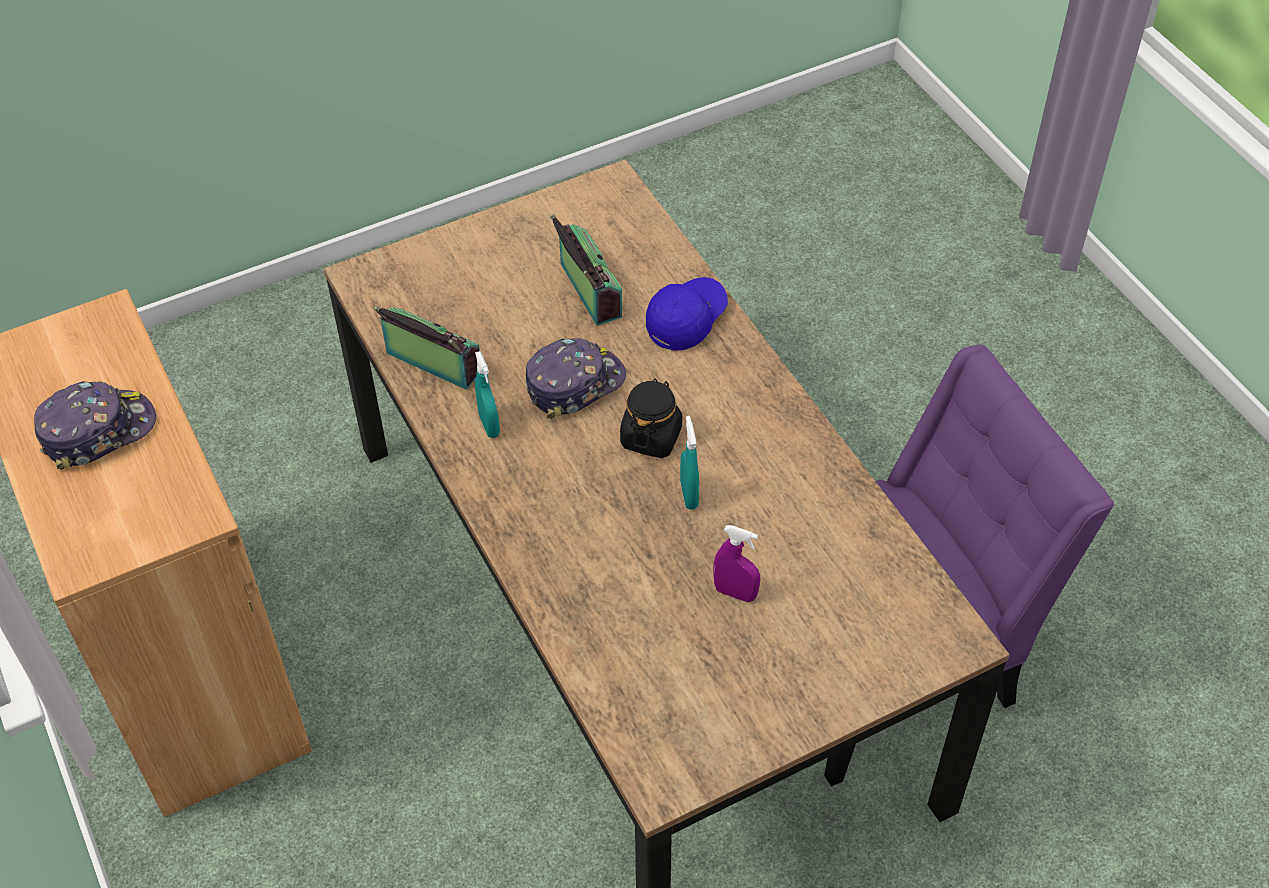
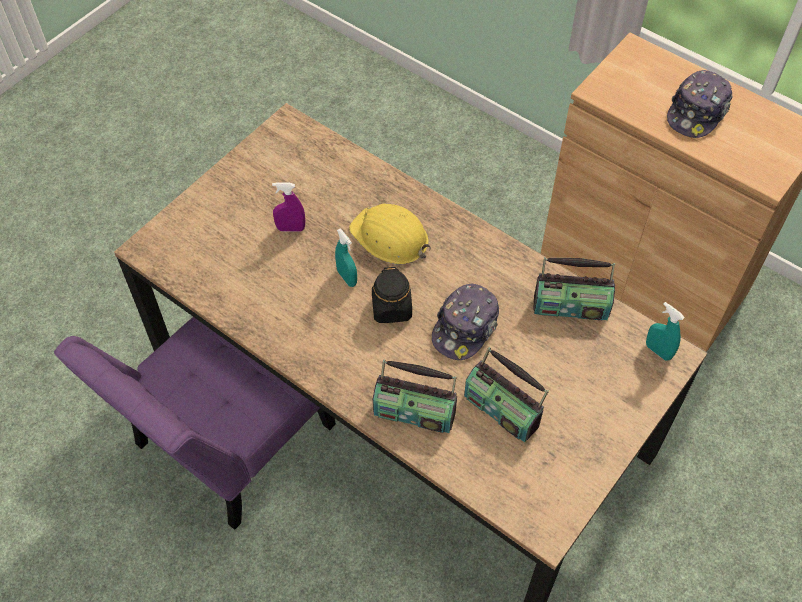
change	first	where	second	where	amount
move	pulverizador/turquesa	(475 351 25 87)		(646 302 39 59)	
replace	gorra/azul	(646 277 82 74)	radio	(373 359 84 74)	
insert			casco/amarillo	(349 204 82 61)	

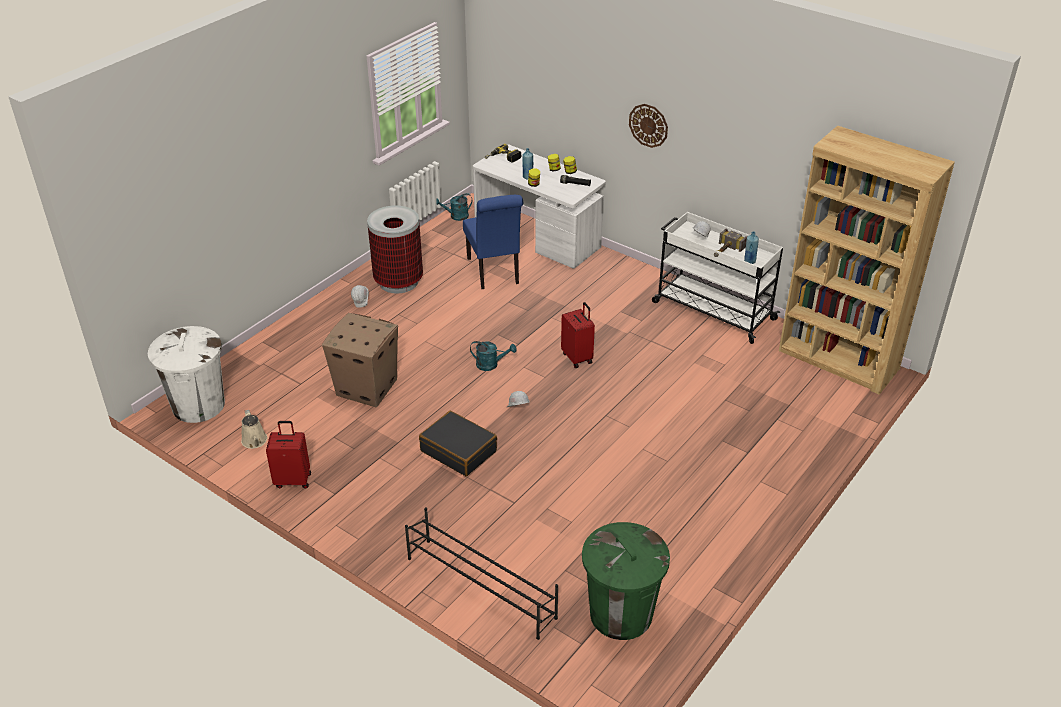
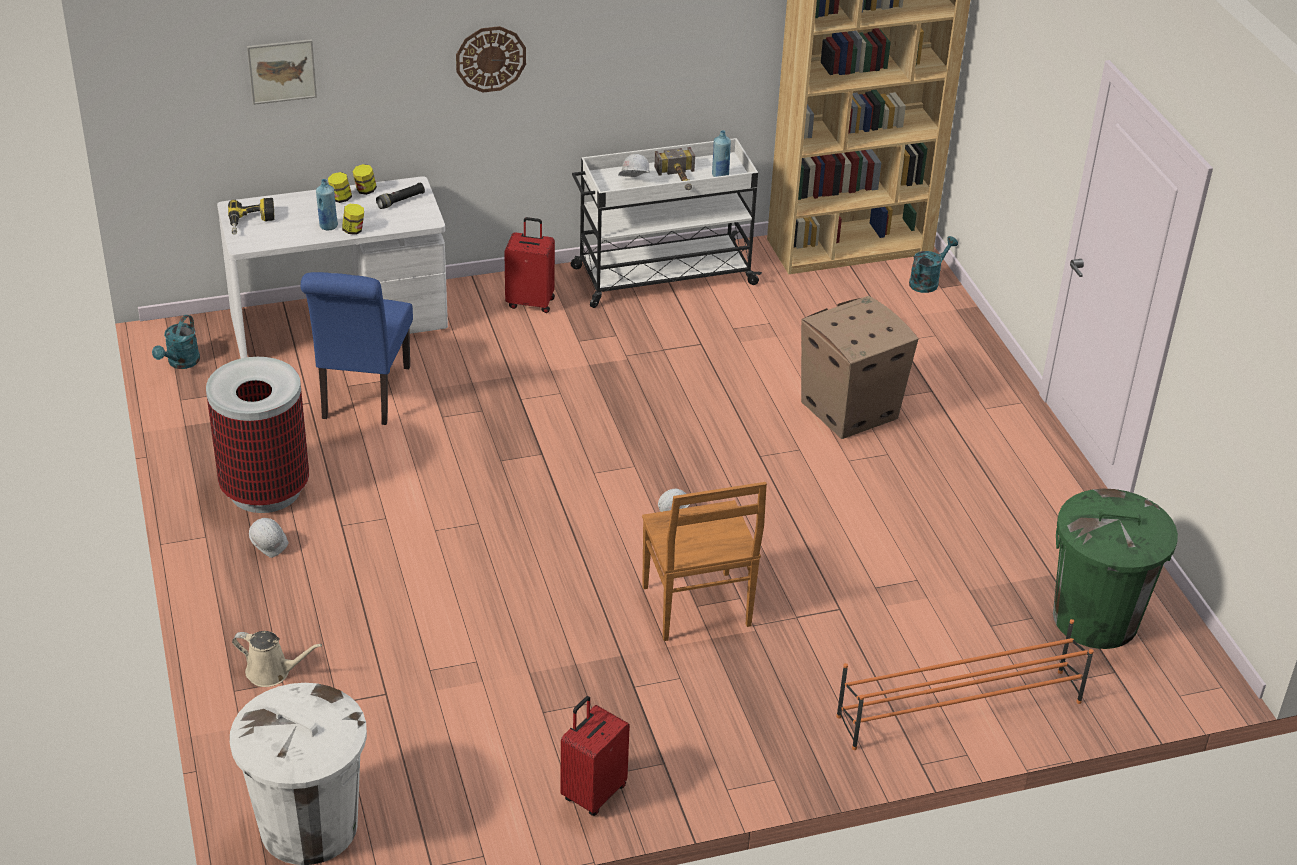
change	first	where	second	where	amount
move	regadera/beis	(241 410 26 39)		(232 631 90 56)	
move	caja de cartón	(322 313 76 94)		(801 296 118 143)	
recolor	zapatero/negro	(405 508 153 132)	zapatero/naranja	(836 619 258 131)	
replace	maleta/negro	(419 411 78 65)	silla/marrón	(642 482 125 159)	
rotate	silla/azul	(463 195 60 94)		(300 272 113 153)	75 degrees clockwise
move	regadera/turquesa	(470 341 47 30)		(909 236 49 57)	
move	maleta/rojo	(561 302 34 66)		(504 217 51 96)	
insert			cuadro	(247 39 70 66)	

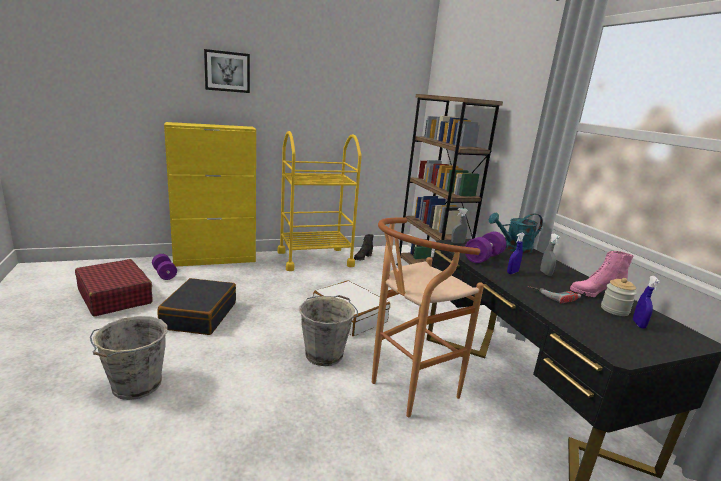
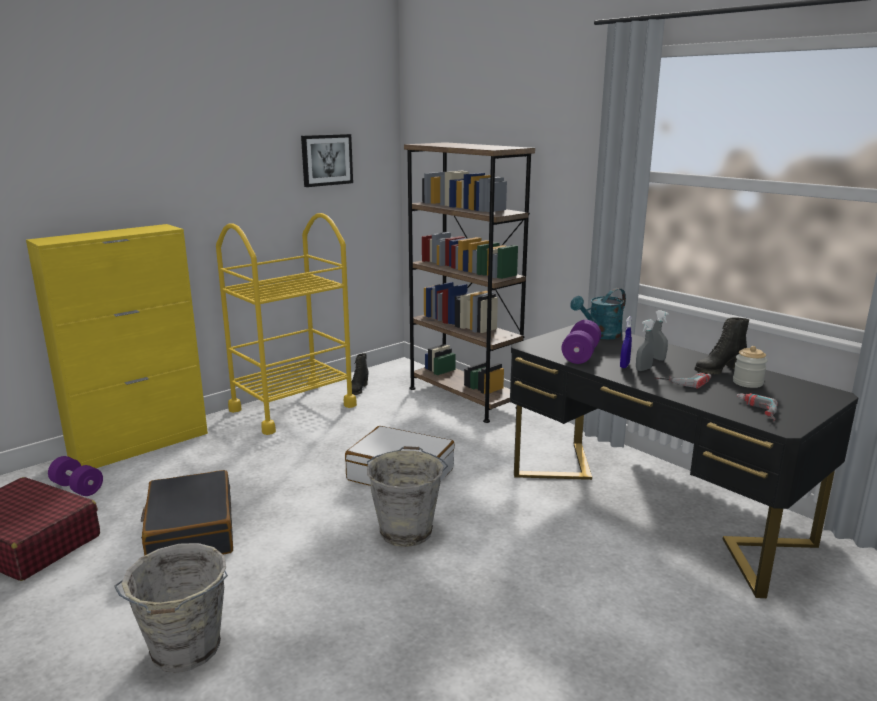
change	first	where	second	where	amount
move	cuadro	(204 49 46 44)		(301 134 52 53)	
delete	taburete/marrón	(372 217 112 200)			
move	pulverizador/gris	(451 208 17 36)		(636 319 18 52)	
recolor	bota/rosa	(570 251 63 46)	bota/negro	(694 317 55 58)	
delete	pulverizador/azul	(633 276 27 53)			
insert			taladro	(736 393 42 28)	

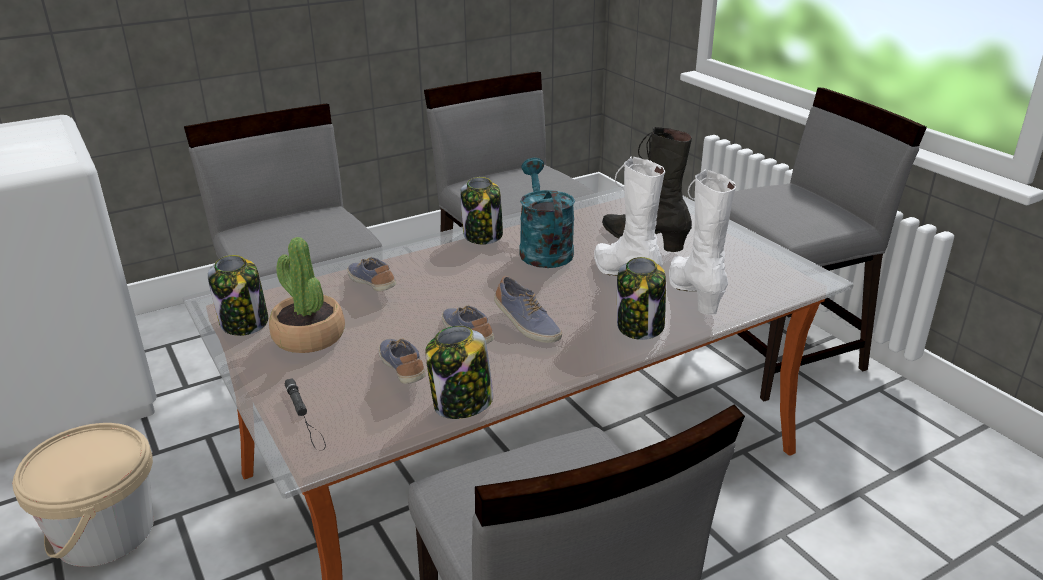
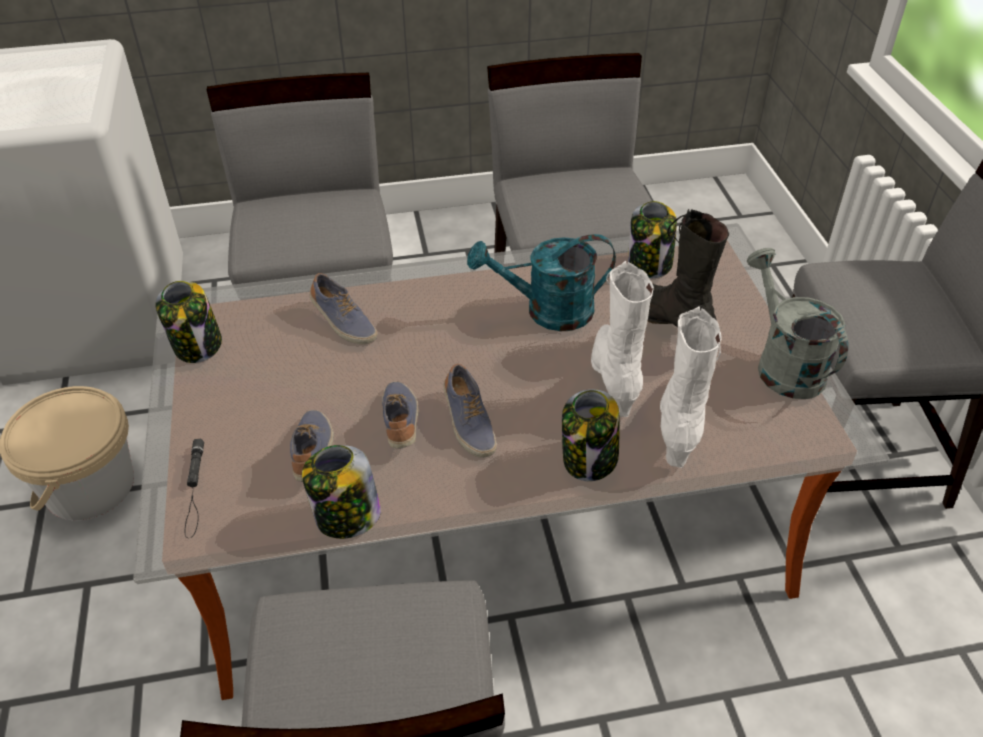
change	first	where	second	where	amount
delete	planta en maceta	(269 237 76 116)			
rotate	zapato	(347 257 49 34)		(310 273 67 71)	150 degrees clockwise
move	tarro	(460 177 43 68)		(628 201 49 77)	
rotate	regadera/turquesa	(519 158 56 110)		(467 234 149 97)	105 degrees counterclockwise
insert			regadera/gris	(747 248 101 151)	

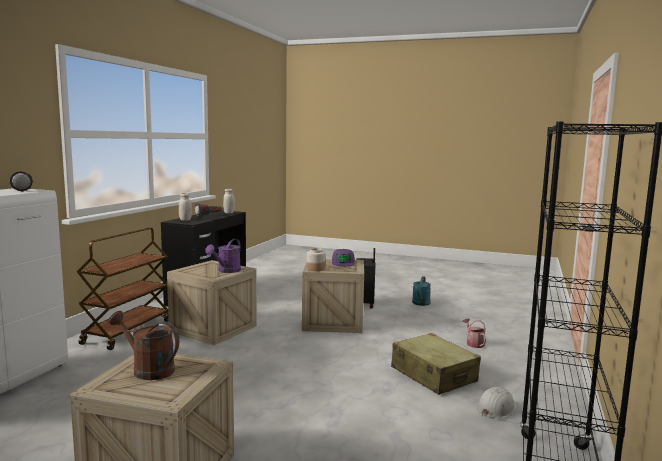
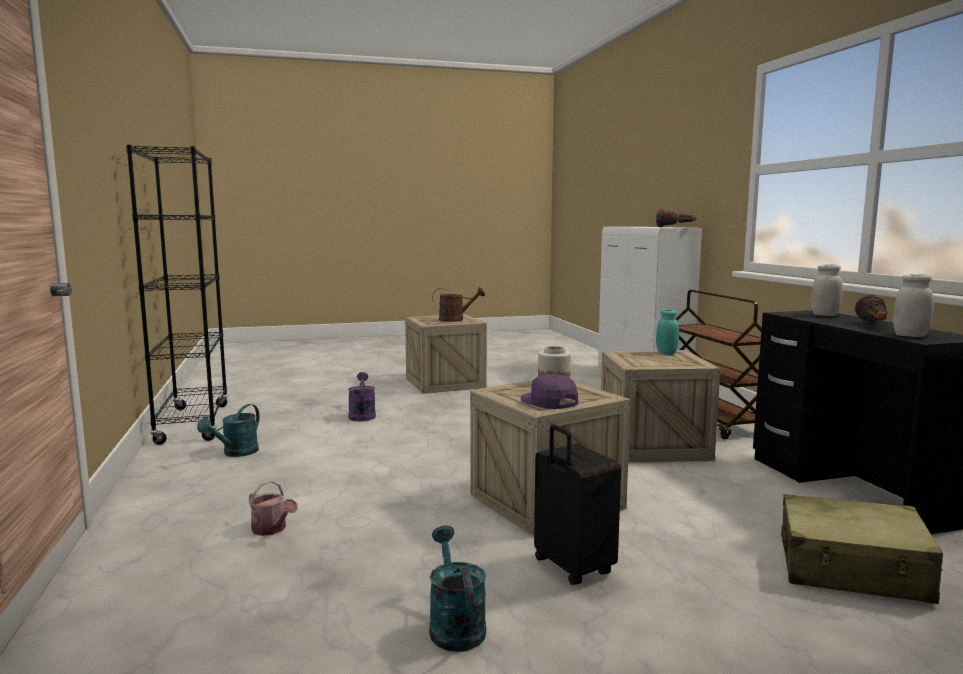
change	first	where	second	where	amount
move	regadera/morado	(205 239 36 34)		(348 372 28 49)	
move	maleta/beis	(391 333 90 62)		(781 494 162 110)	
replace	casco/blanco	(477 387 42 31)	regadera/turquesa	(197 404 63 53)	
insert			tarro/turquesa	(656 310 23 45)	

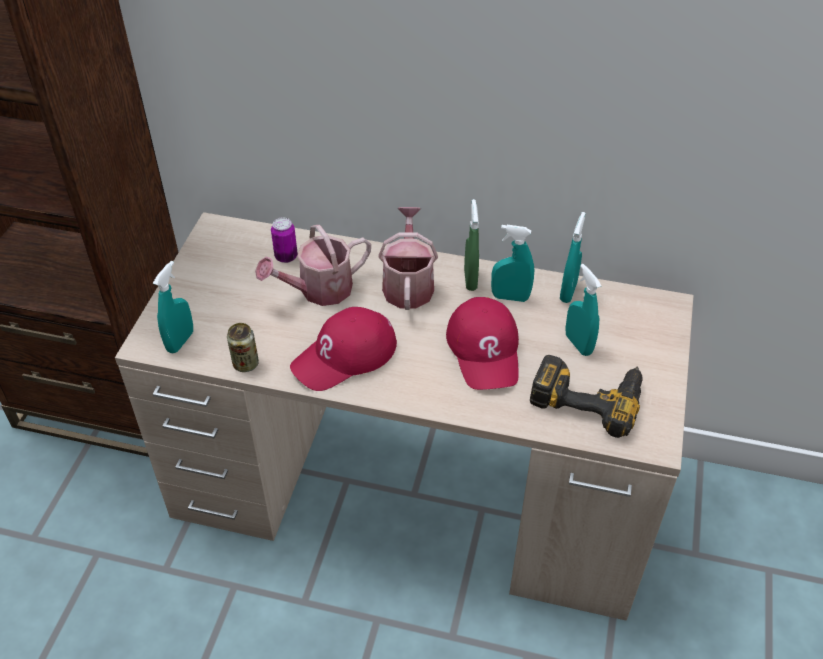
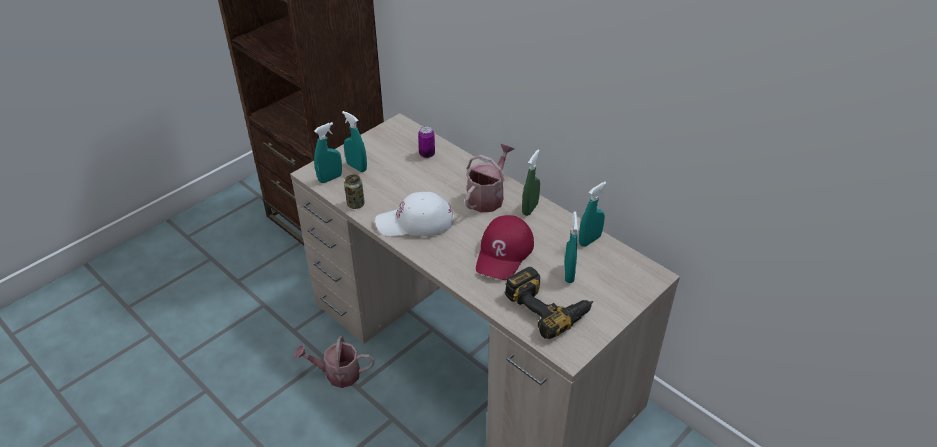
change	first	where	second	where	amount
move	regadera	(255 225 116 81)		(294 336 80 52)	
recolor	gorra/rojo	(290 307 107 84)	gorra/blanco	(375 192 79 45)	
move	pulverizador/turquesa	(491 225 43 77)		(342 111 25 61)	

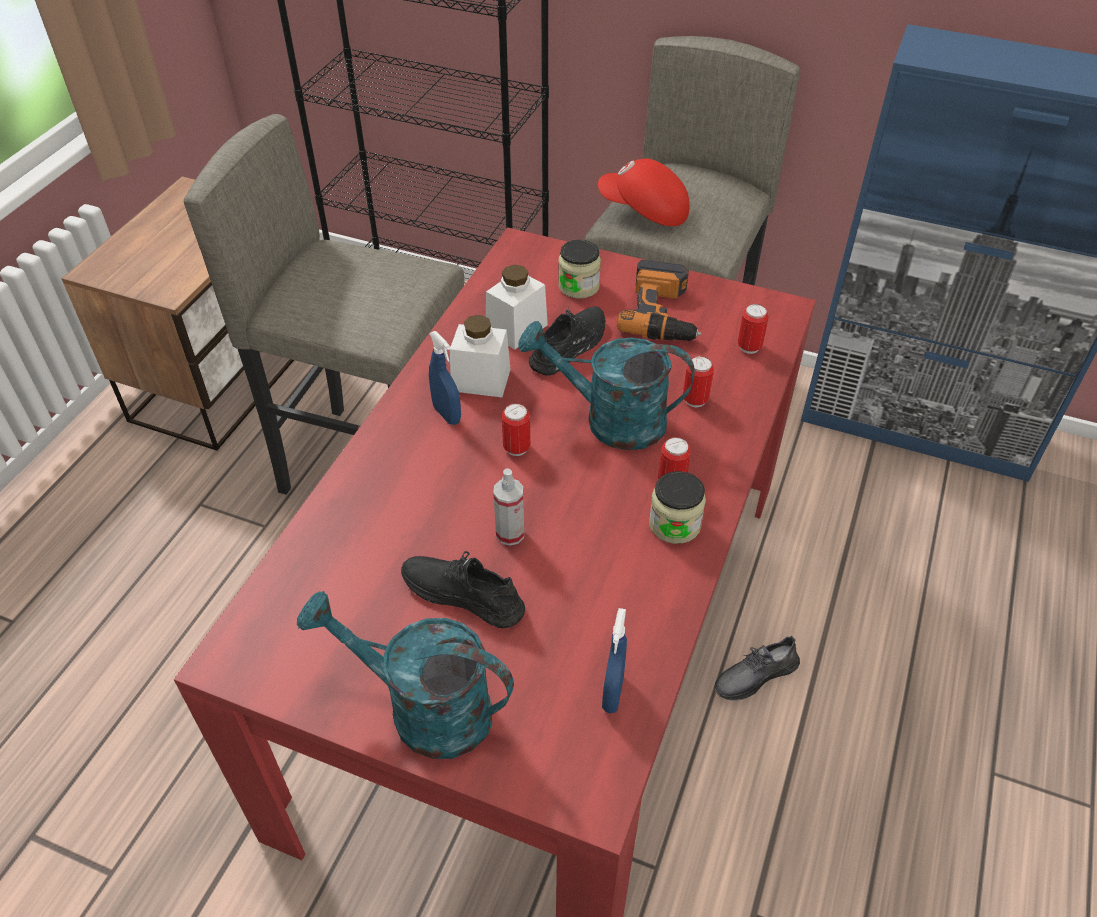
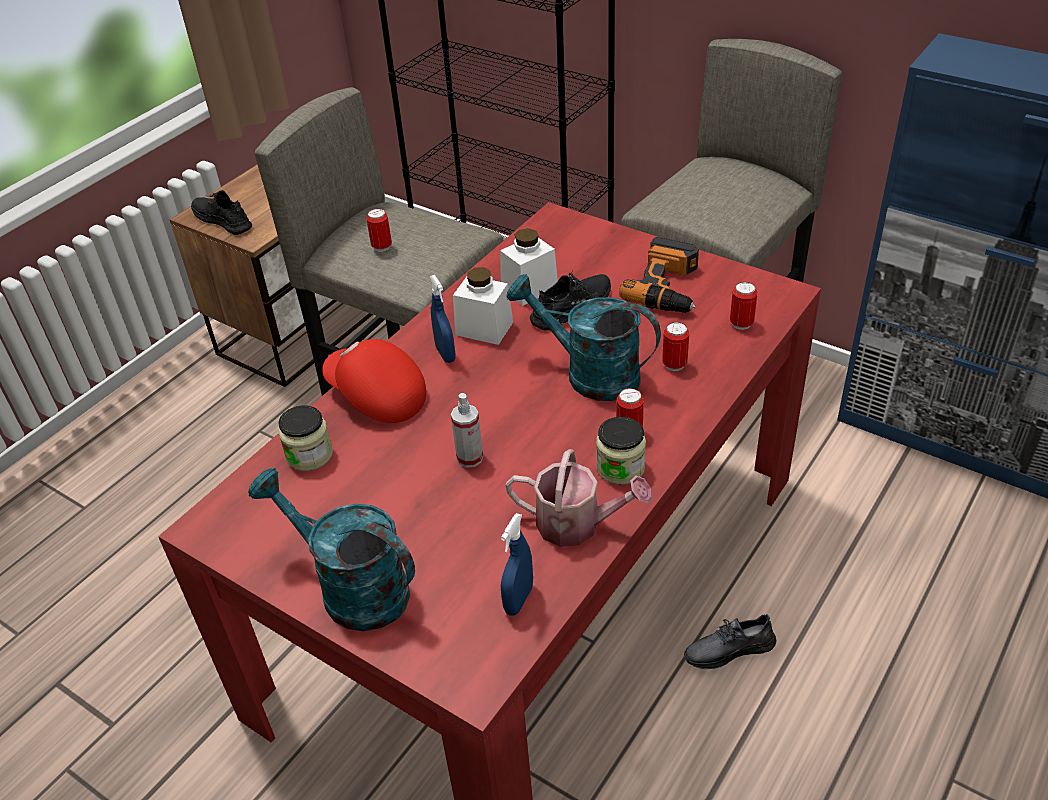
change	first	where	second	where	amount
move	zapato/negro	(401 551 124 77)		(191 190 61 45)	
move	lata	(502 403 28 53)		(366 208 26 44)	
move	tarro	(558 240 43 59)		(278 406 55 65)	
move	gorra/rojo	(598 158 92 68)		(322 339 104 84)	
insert			regadera	(506 449 147 98)	

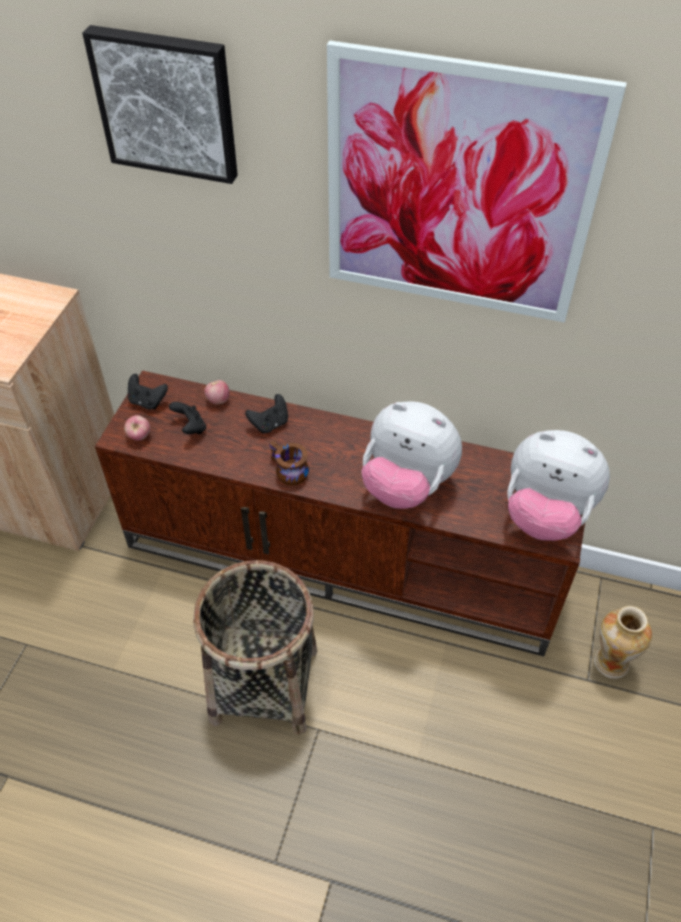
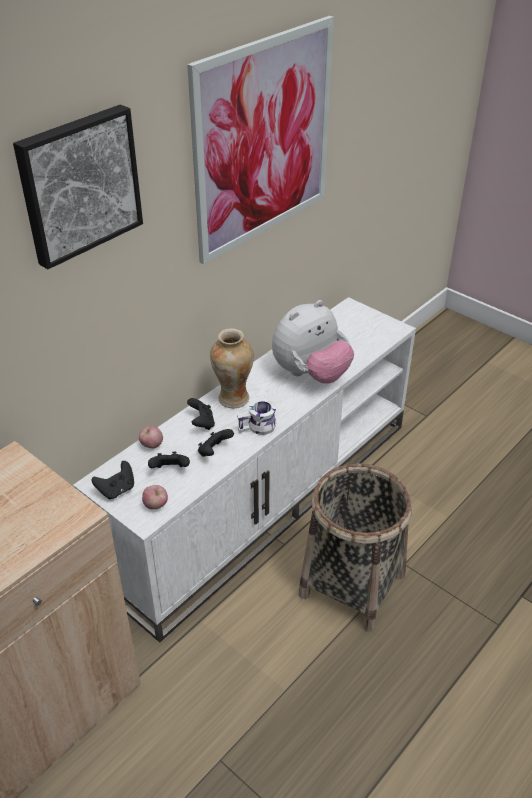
change	first	where	second	where	amount
recolor	mueble de televisión/marrón	(95 370 490 286)	mueble de televisión/blanco	(73 297 343 346)	
recolor	taza grande/marrón	(269 441 40 45)	taza grande/blanco	(237 399 39 36)	
delete	peluche	(507 430 103 111)			
move	florero	(594 606 58 73)		(210 328 44 80)	
insert			mando de consola/negro	(198 429 36 28)	

